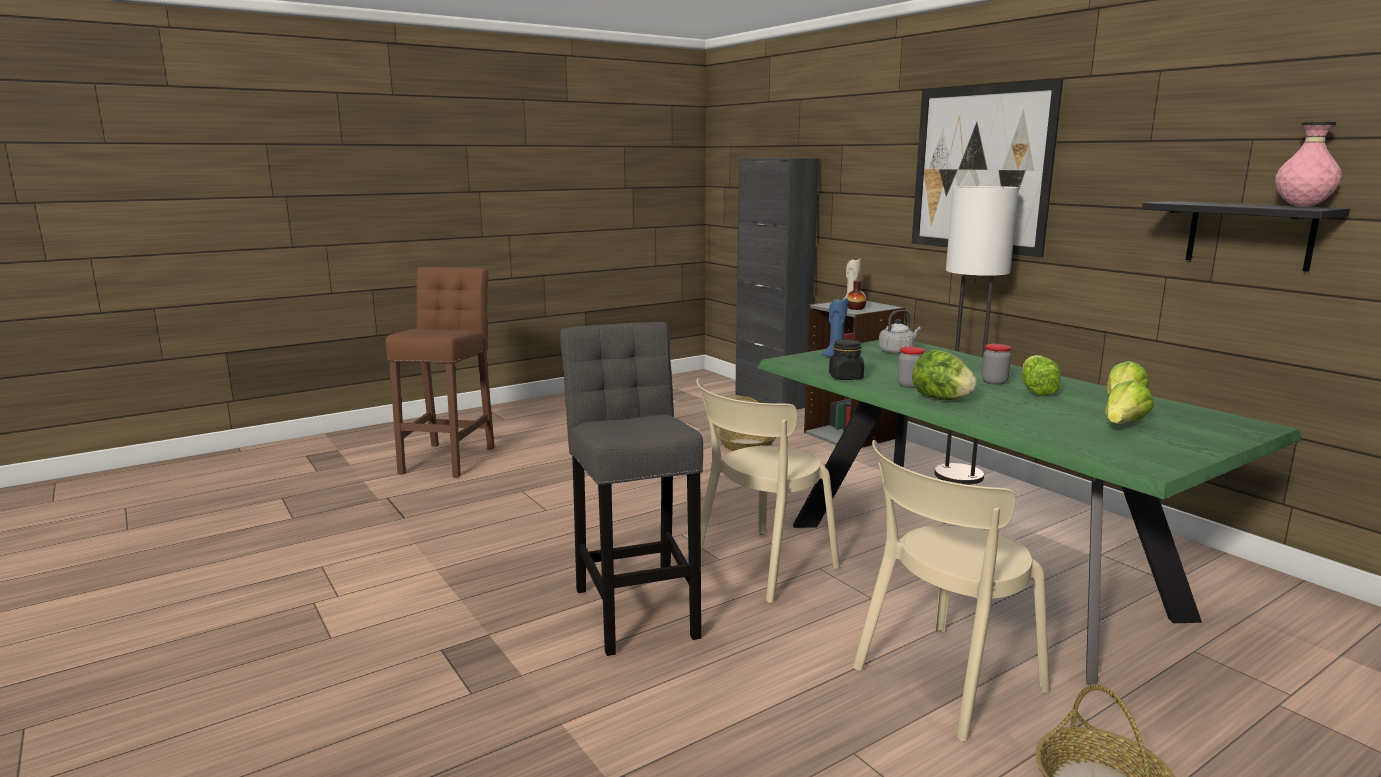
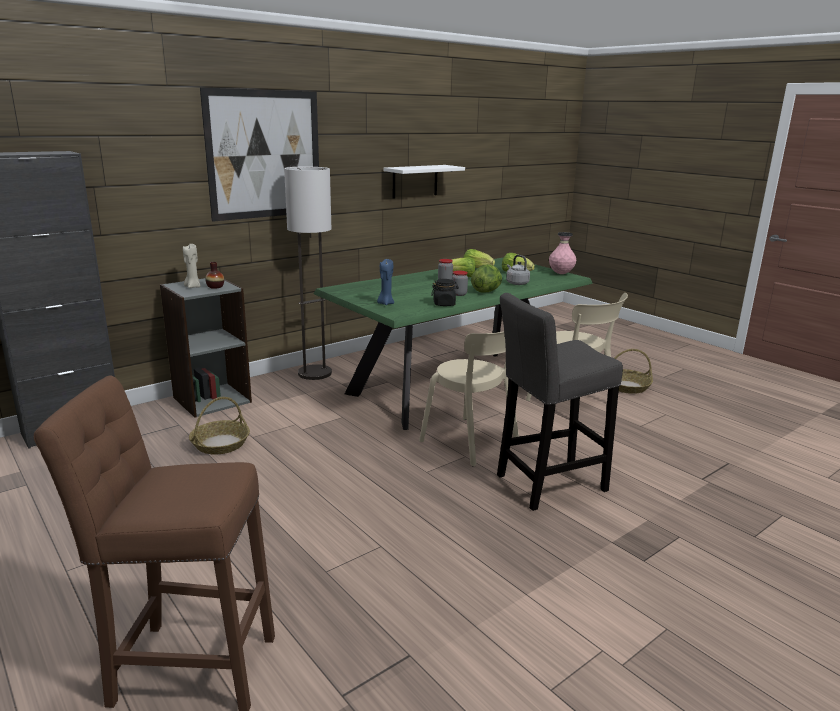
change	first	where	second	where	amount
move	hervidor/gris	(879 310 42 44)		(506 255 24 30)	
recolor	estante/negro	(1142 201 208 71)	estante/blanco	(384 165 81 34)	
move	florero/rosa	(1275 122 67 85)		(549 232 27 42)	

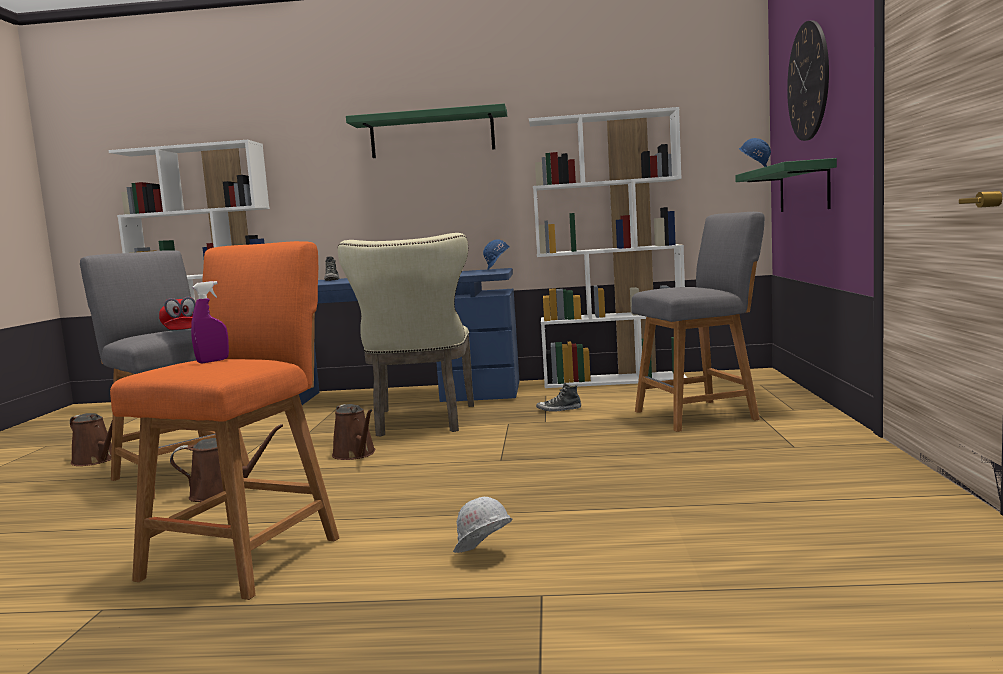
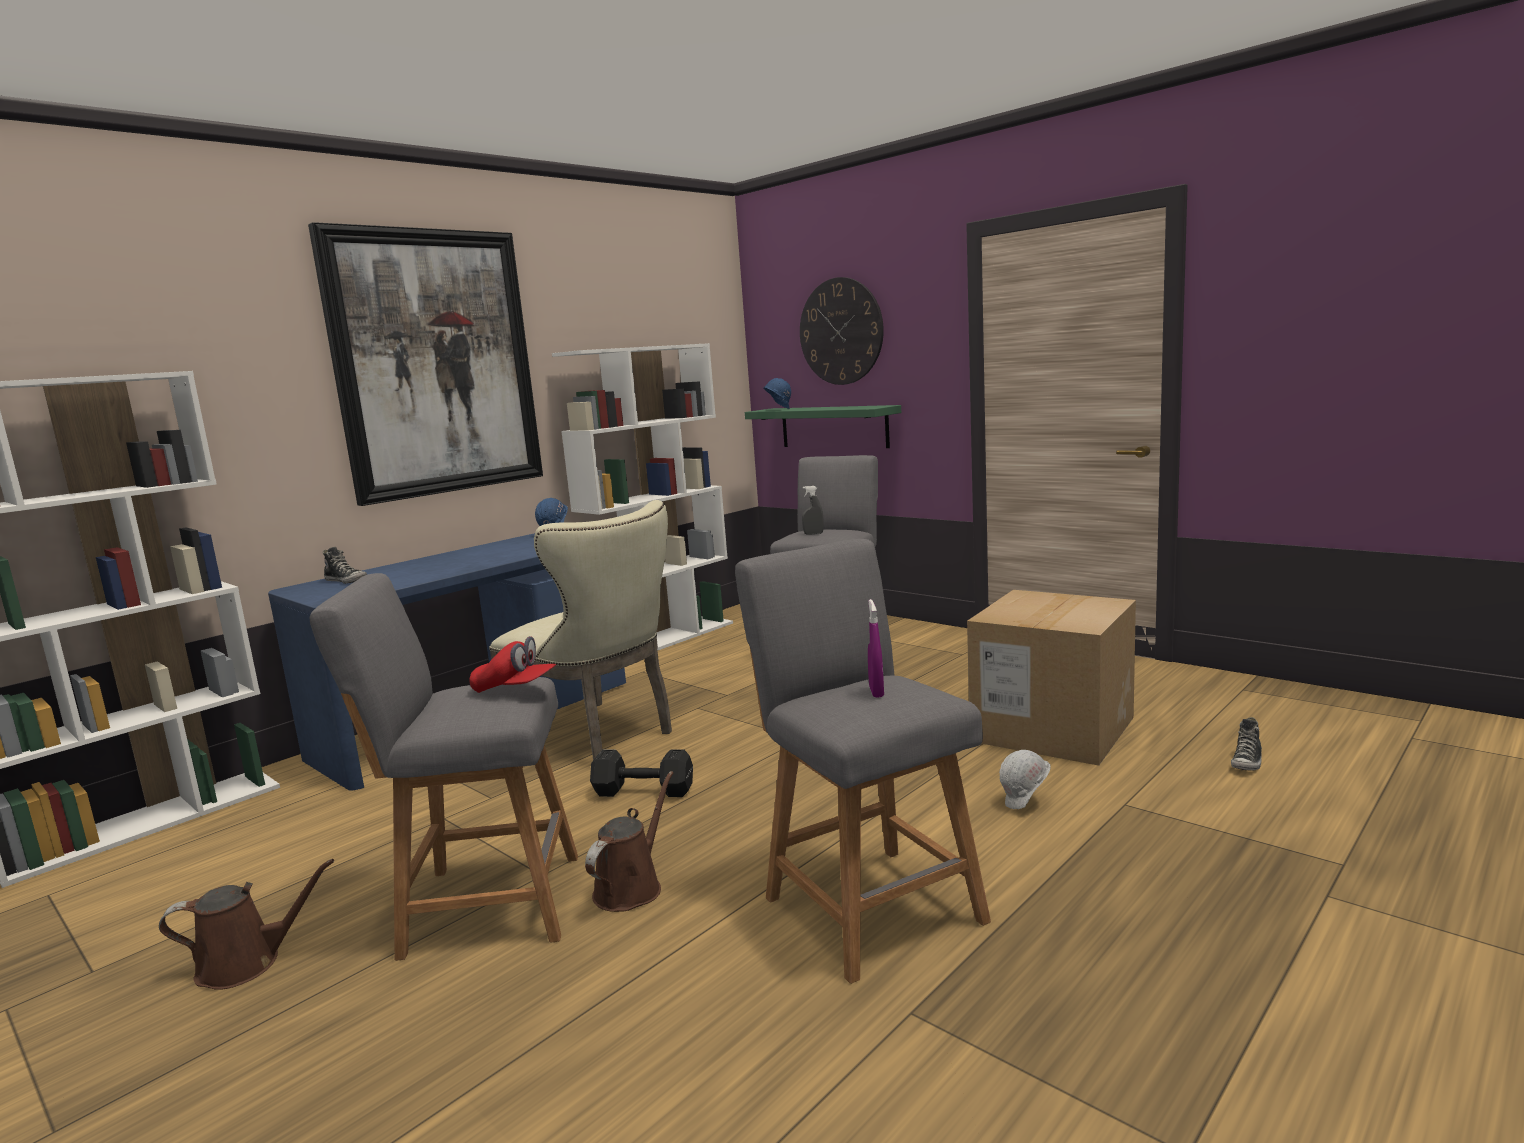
change	first	where	second	where	amount
recolor	taburete/naranja	(110 241 229 359)	taburete/gris	(735 539 256 445)	
replace	regadera/marrón	(332 404 43 56)	mancuerna/negro	(590 749 103 48)	
replace	estante/verde	(346 103 161 55)	cuadro	(308 222 235 284)	
move	zapato	(536 382 45 30)		(1231 717 31 54)	
insert			pulverizador/gris	(802 486 22 48)	
insert			caja de cartón	(967 590 169 176)	

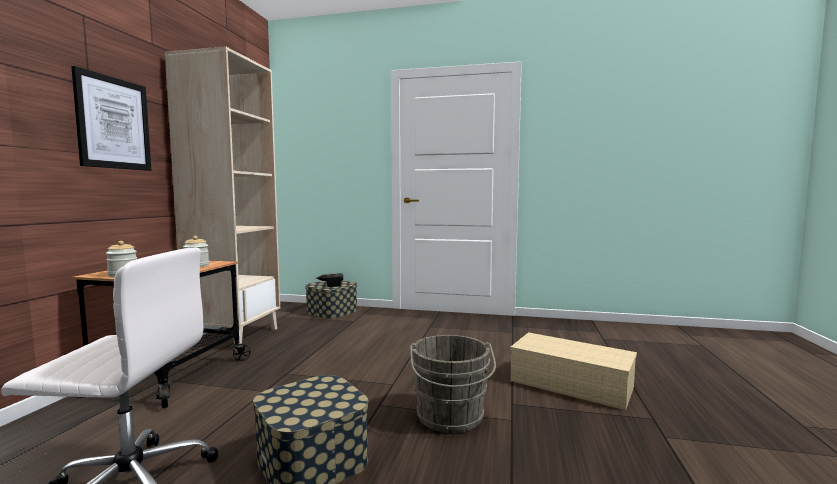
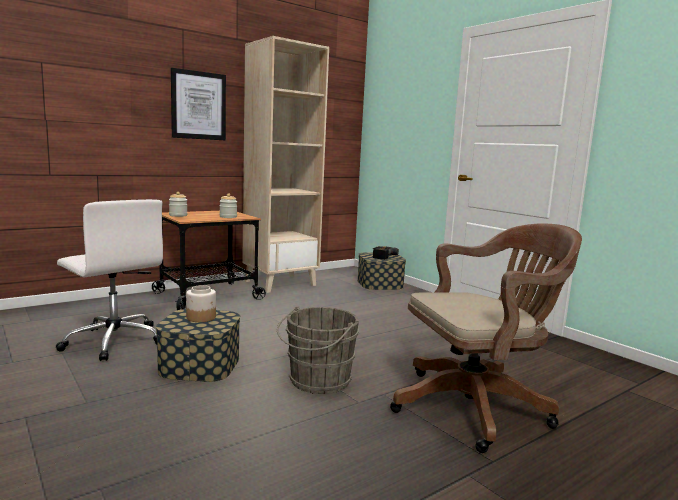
change	first	where	second	where	amount
replace	caja de almacenaje/beis	(510 332 127 78)	silla de oficina/marrón	(390 223 192 230)	
insert			tarro	(186 285 30 37)	

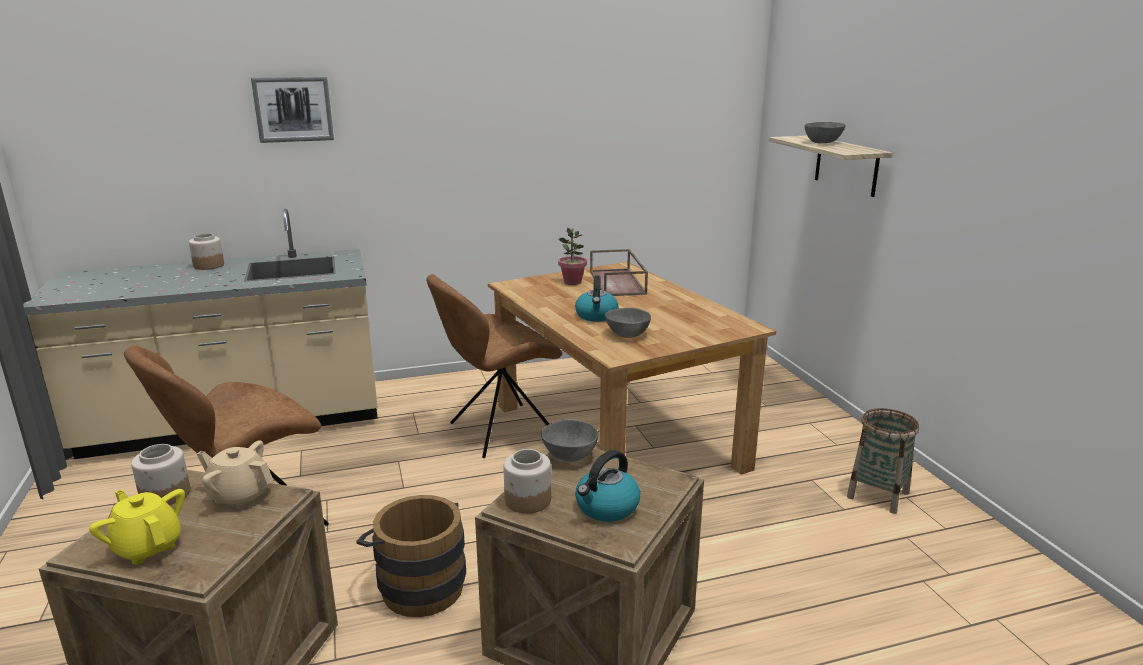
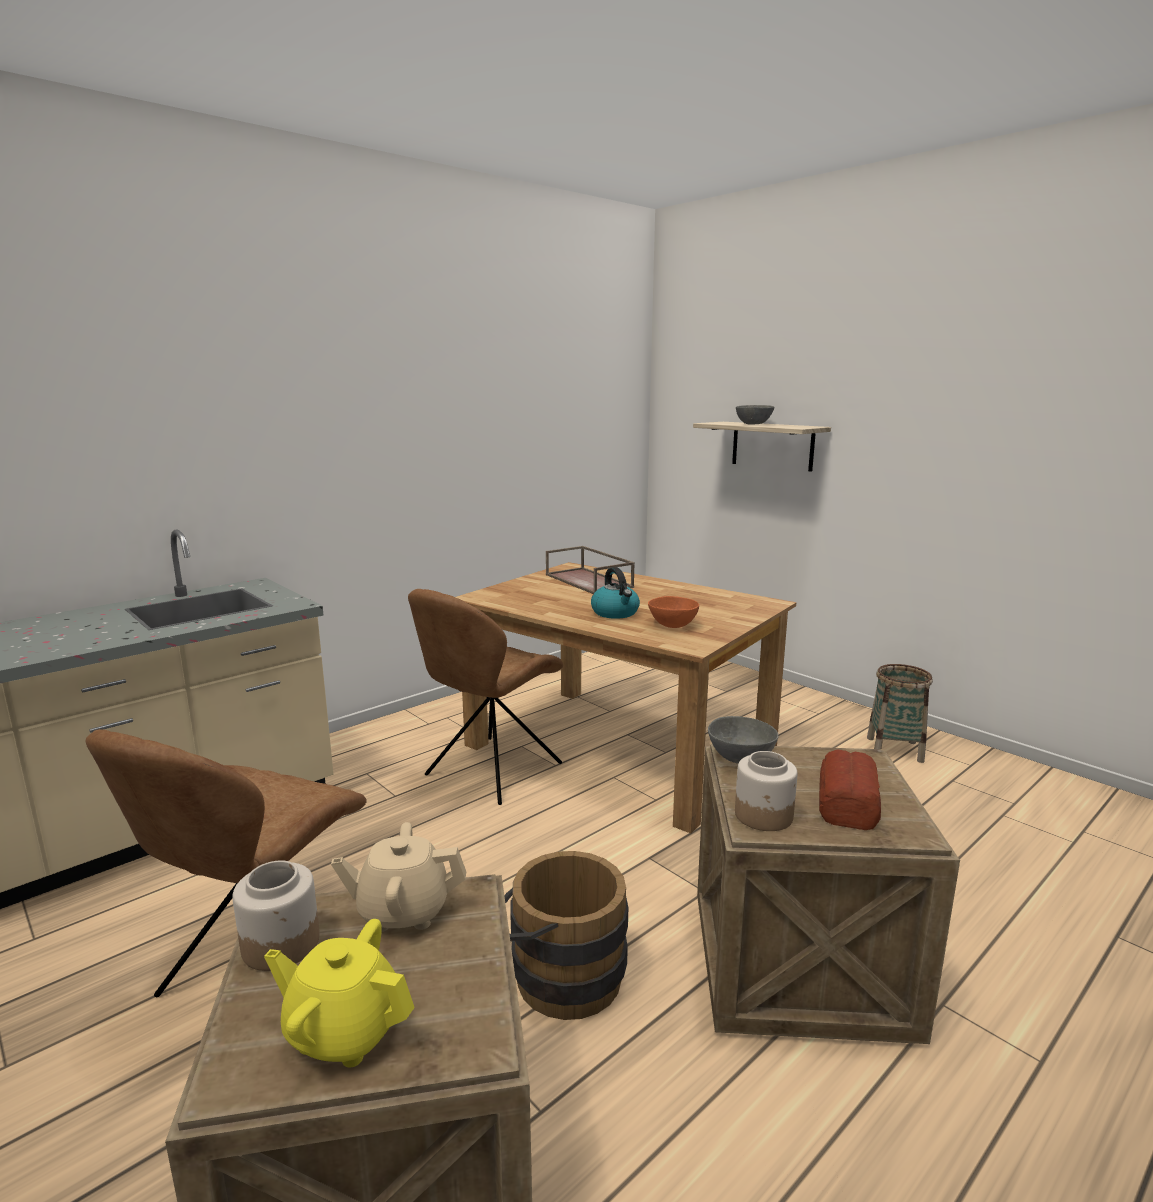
change	first	where	second	where	amount
delete	tarro	(189 233 35 37)			
delete	cuadro	(251 77 83 66)			
delete	planta en maceta	(558 228 29 57)			
replace	hervidor	(575 450 65 72)	pan	(819 749 62 81)	
recolor	cuenco/gris	(605 308 46 30)	cuenco/naranja	(648 596 51 32)	

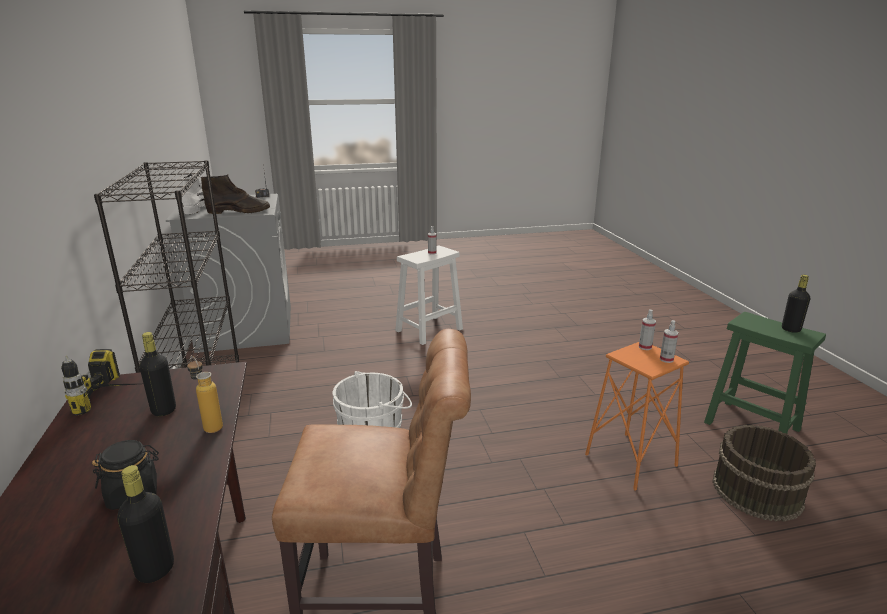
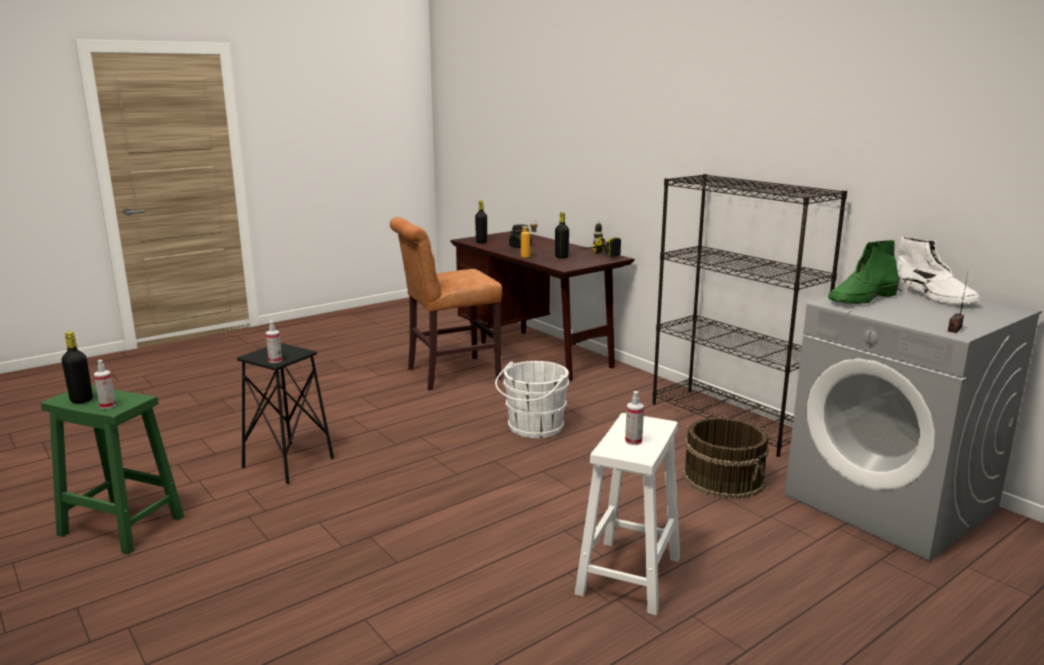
change	first	where	second	where	amount
recolor	bota/marrón	(201 175 69 39)	bota/verde	(828 240 71 64)	
recolor	taburete/naranja	(585 342 104 149)	taburete/negro	(237 343 97 141)	
move	pulverizador	(660 320 19 43)		(94 360 22 49)	
move	cubo/marrón	(712 425 104 97)		(683 417 86 82)	

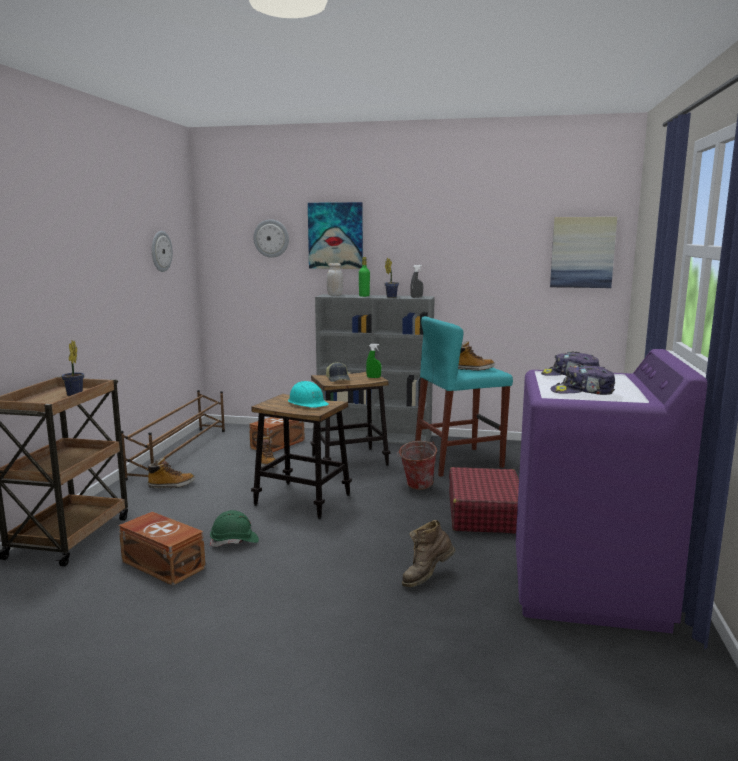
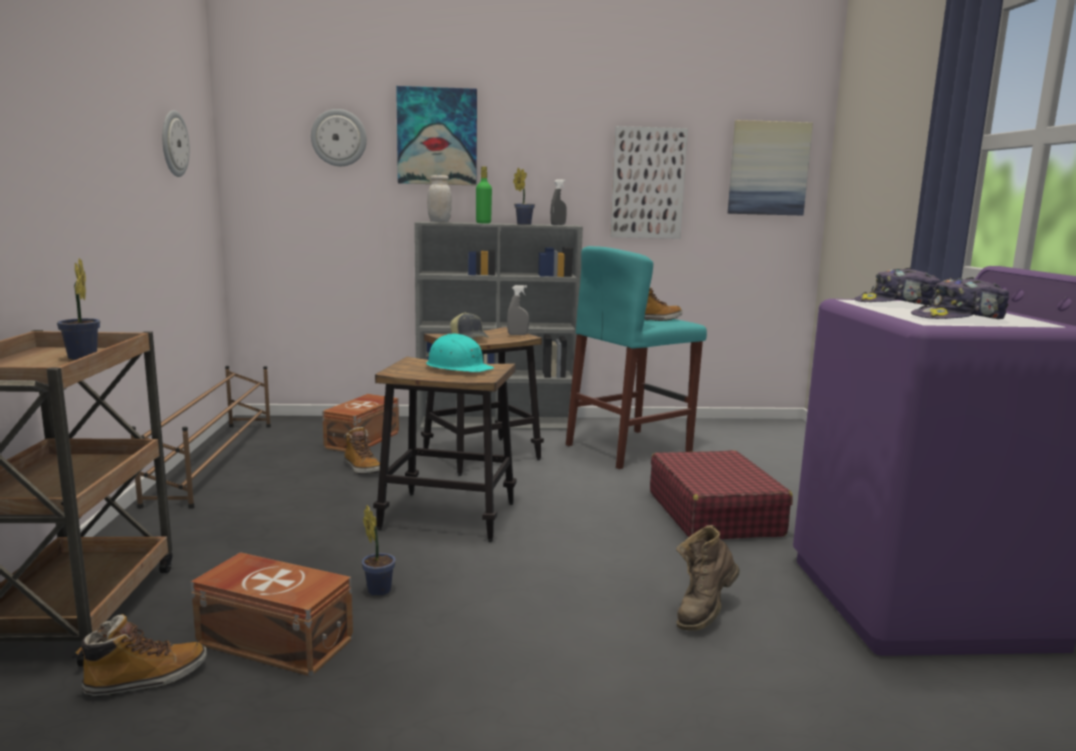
change	first	where	second	where	amount
move	bota	(146 457 49 31)		(76 614 131 83)	
replace	casco/verde	(210 510 49 37)	planta en maceta	(361 505 35 91)	
recolor	pulverizador/verde	(366 344 15 34)	pulverizador/gris	(507 285 22 50)	
delete	cubo	(397 441 40 49)			
insert			cuadro	(610 126 78 113)	

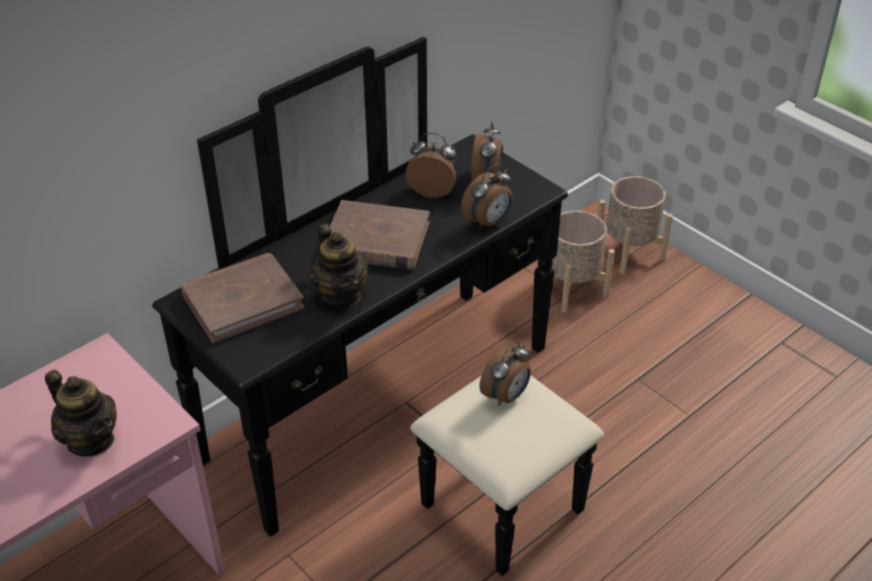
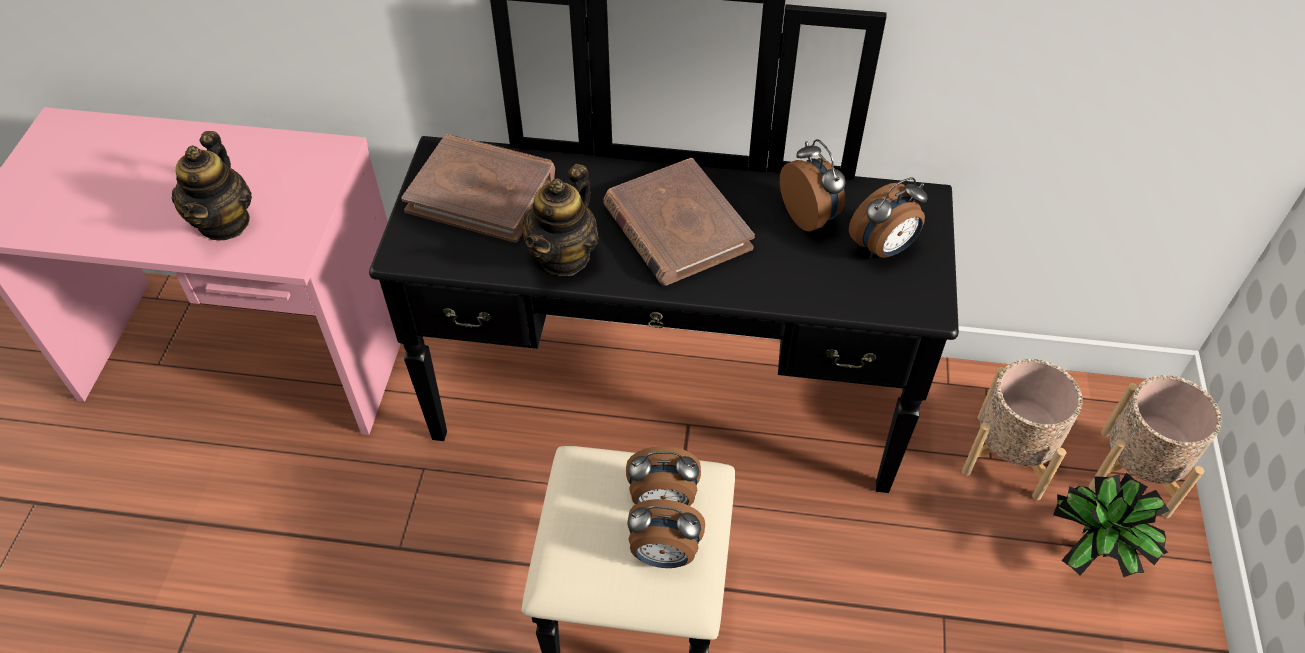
change	first	where	second	where	amount
move	despertador	(461 164 52 65)		(627 499 78 69)	
insert			planta en maceta	(1053 473 116 104)	

